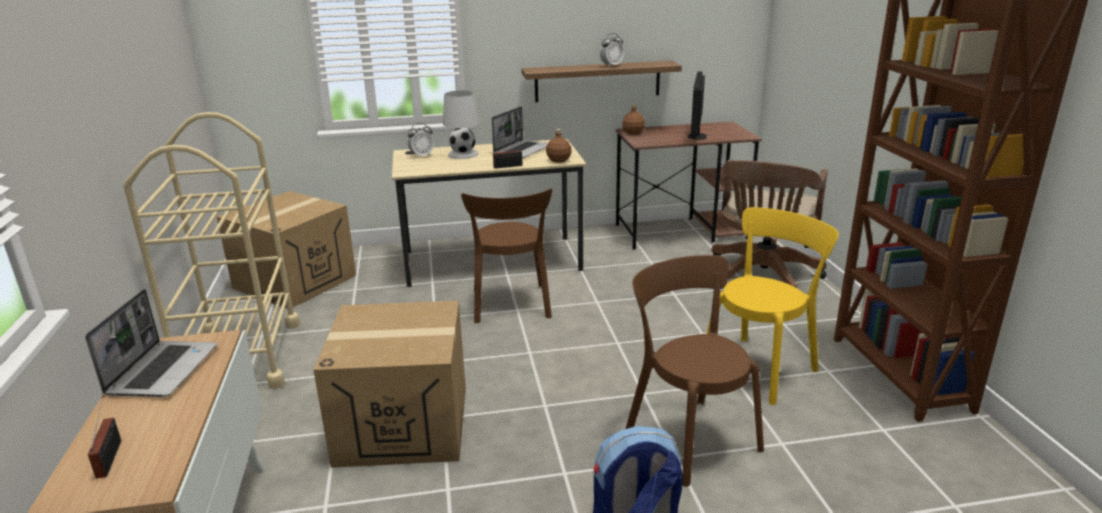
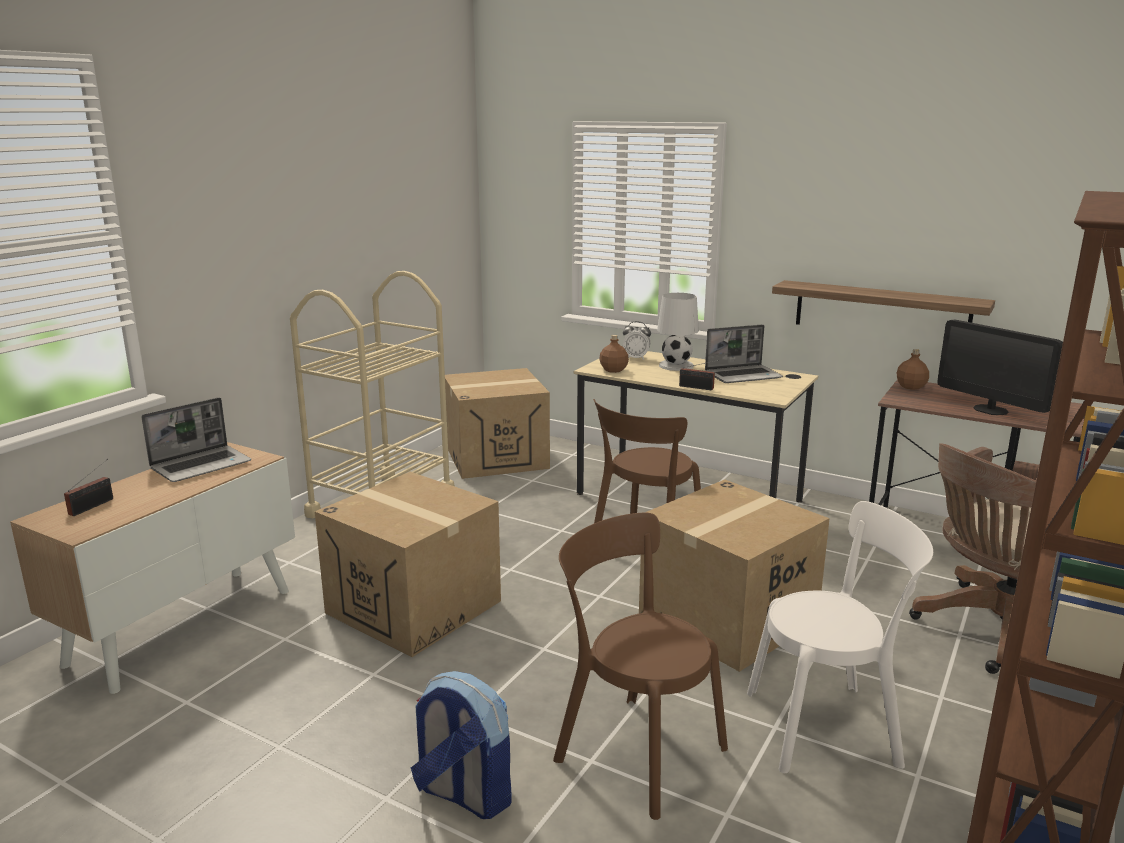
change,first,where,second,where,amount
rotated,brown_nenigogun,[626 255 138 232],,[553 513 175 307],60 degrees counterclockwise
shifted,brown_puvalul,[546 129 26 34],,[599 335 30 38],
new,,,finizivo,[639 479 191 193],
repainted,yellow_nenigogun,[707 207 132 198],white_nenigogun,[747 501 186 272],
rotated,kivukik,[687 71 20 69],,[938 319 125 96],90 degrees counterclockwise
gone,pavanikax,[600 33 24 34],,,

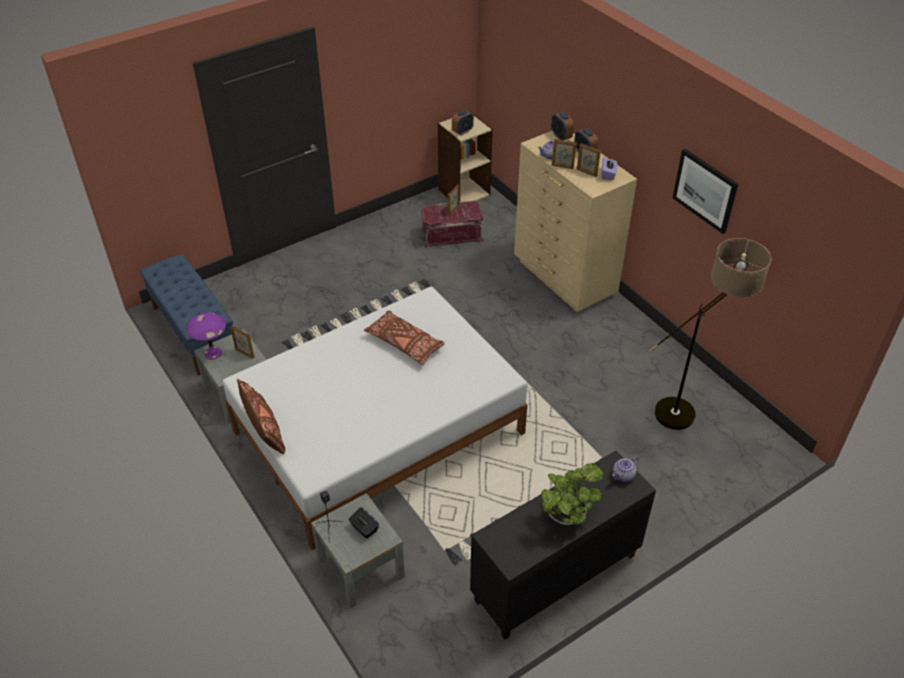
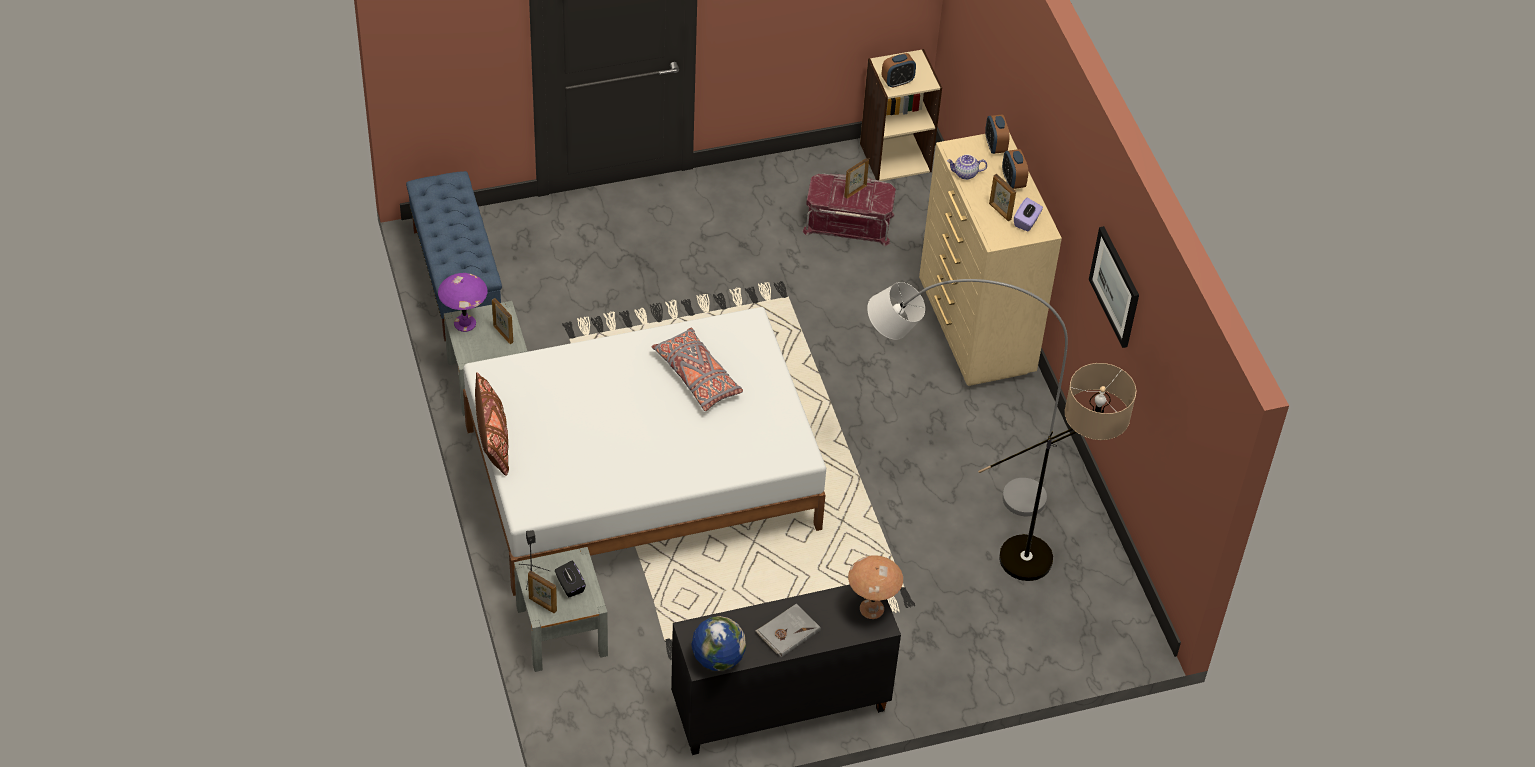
change,first,where,second,where,amount
shifted,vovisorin,[552 139 25 30],,[528 570 29 43],
repainted,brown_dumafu,[364 310 81 55],grey_dumafu,[651 328 92 83],
new,,,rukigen,[691 616 55 55],
swapped,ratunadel,[541 463 63 62],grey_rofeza,[755 604 66 53],
swapped,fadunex,[612 456 26 26],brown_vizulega,[848 555 55 64],
new,,,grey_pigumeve,[867 279 201 237],

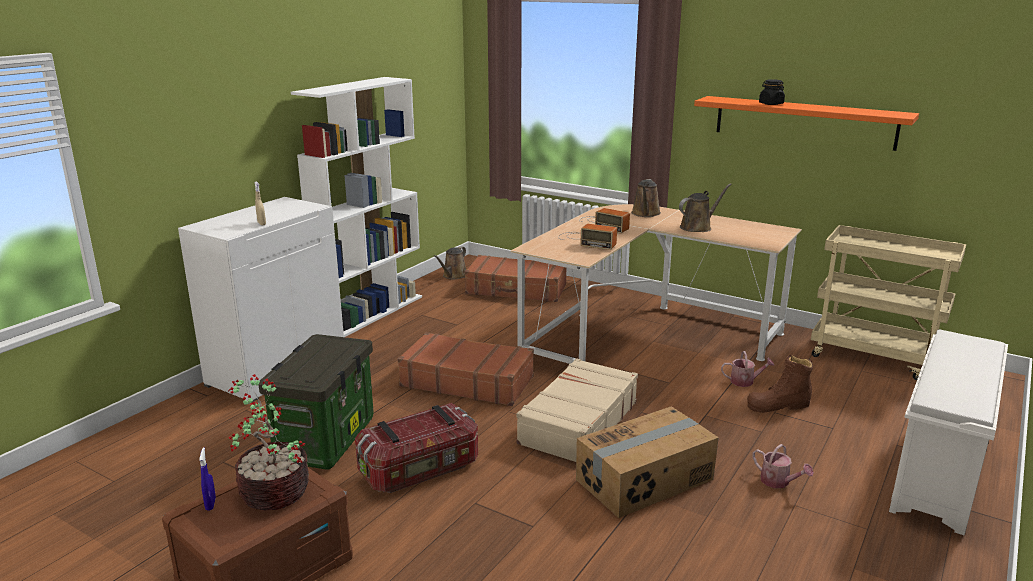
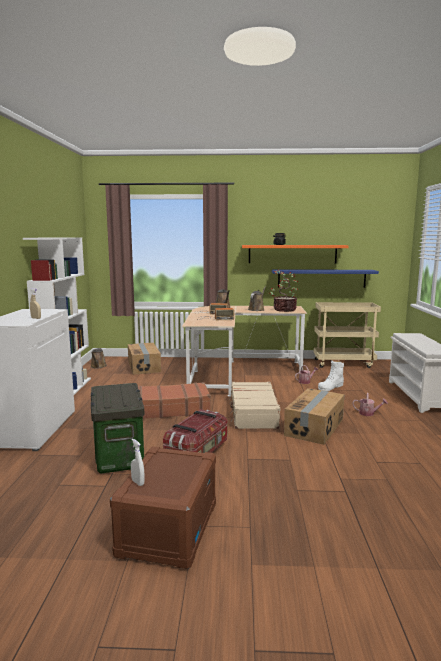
change,first,where,second,where,amount
swapped,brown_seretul,[465 255 101 47],finizivo,[128 343 33 32],
repainted,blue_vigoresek,[199 447 17 64],white_vigoresek,[131 439 14 47],
shifted,ratunadel,[228 374 81 137],,[269 270 29 42],
new,,,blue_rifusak,[272 269 107 19],
repainted,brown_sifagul,[747 355 66 58],white_sifagul,[318 360 26 31],

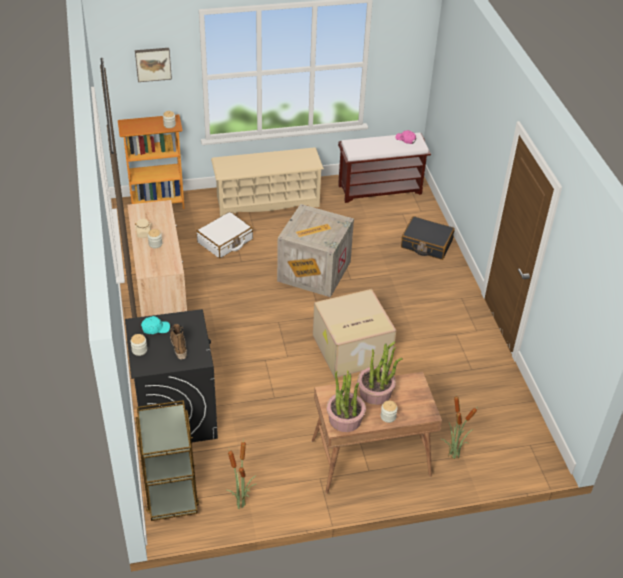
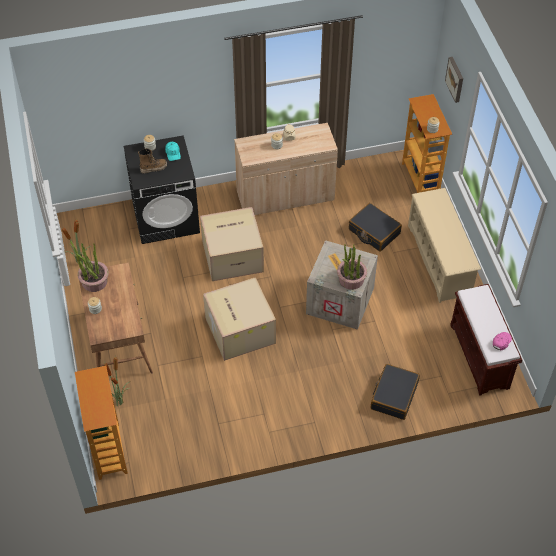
change,first,where,second,where,amount
new,,,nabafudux,[75 366 53 114],
new,,,finizivo,[200 207 64 74],
shifted,ratunadel,[357 341 46 64],,[337 244 30 46],
repainted,white_seretul,[196 212 57 46],black_seretul,[349 203 53 49],
gone,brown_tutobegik,[135 400 65 121],,,

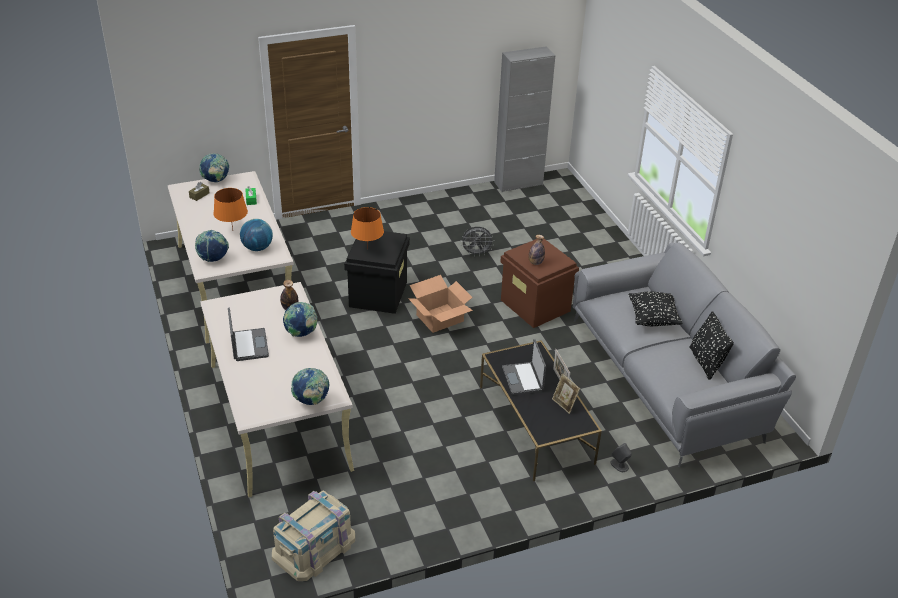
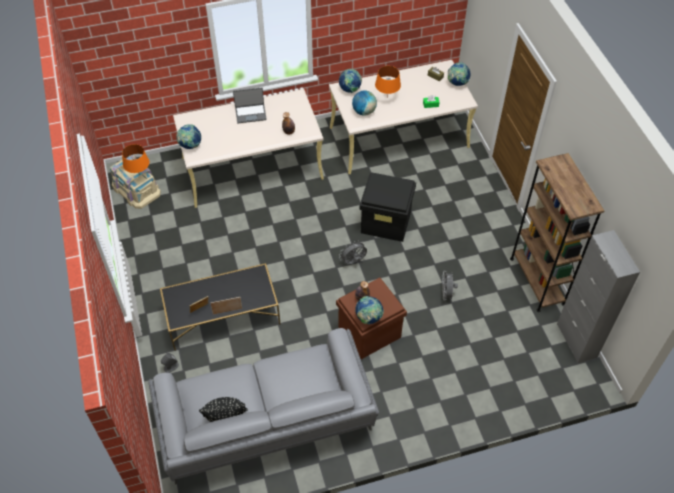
change,first,where,second,where,amount
shifted,orange_vizulega,[351 207 33 40],,[122 144 27 31],
swapped,finizivo,[408 275 65 58],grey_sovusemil,[339 240 28 25],
shifted,rukigen,[283 302 34 35],,[355 296 29 28],
new,,,brown_nabafudux,[510 153 94 159],
gone,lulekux,[502 339 44 56],,,
gone,black_dumafu,[628 291 55 35],,,

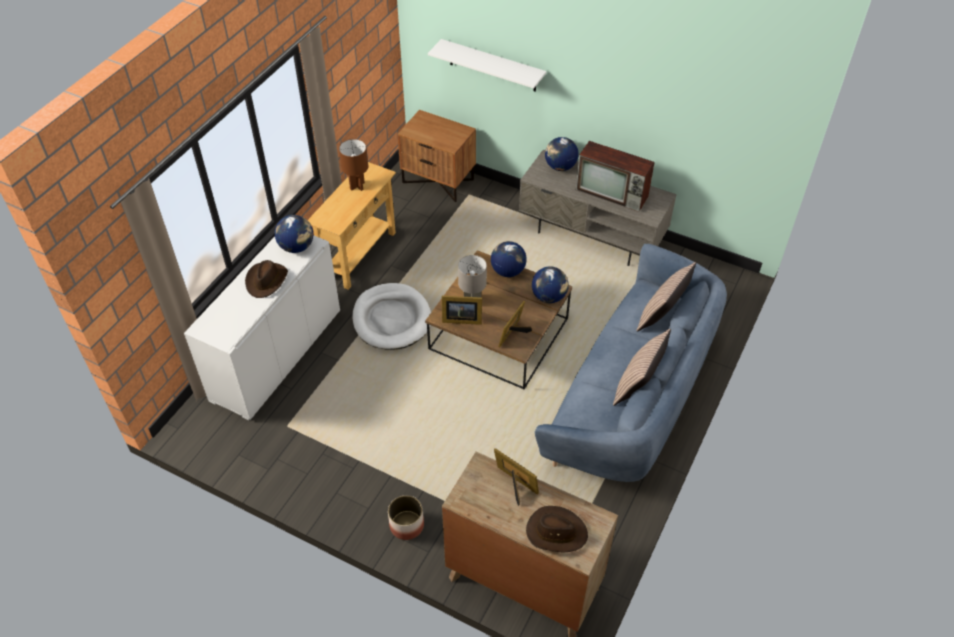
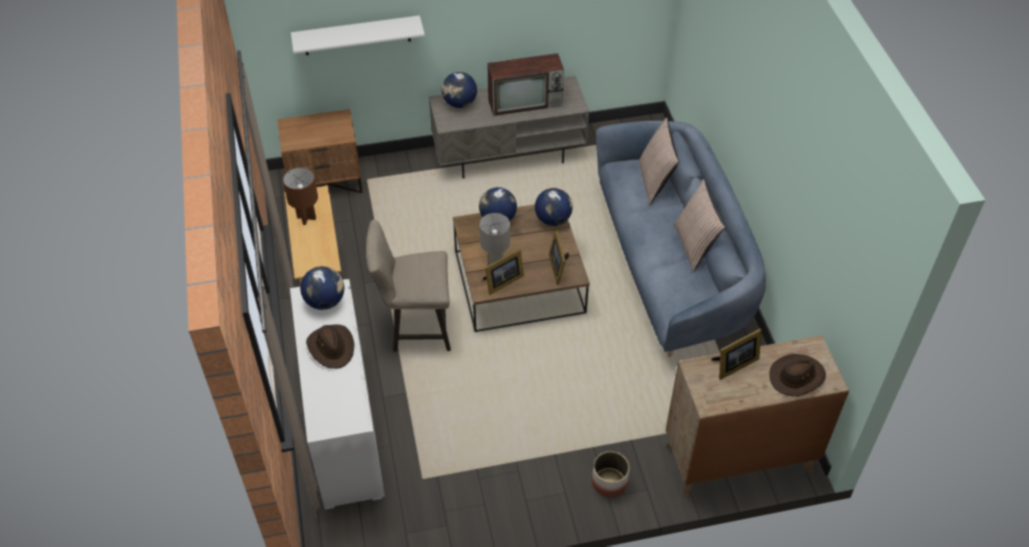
change,first,where,second,where,amount
swapped,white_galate,[352 283 79 67],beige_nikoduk,[366 220 85 132],
rotated,vovisorin,[494 448 45 58],,[711 329 51 51],150 degrees clockwise

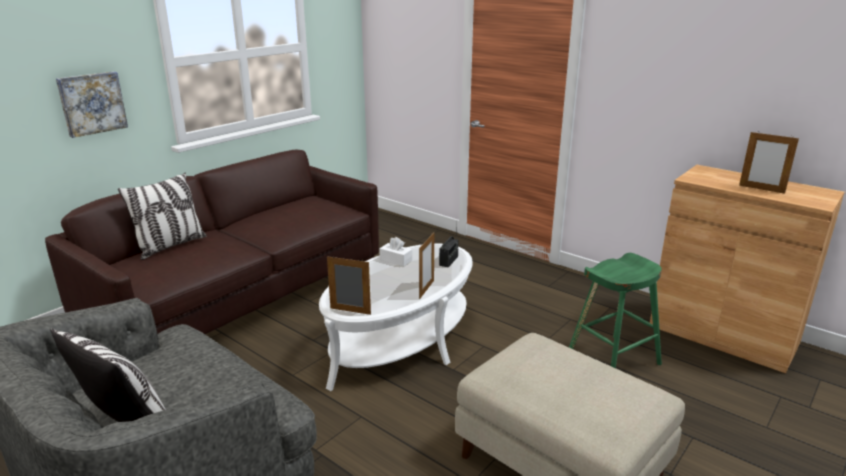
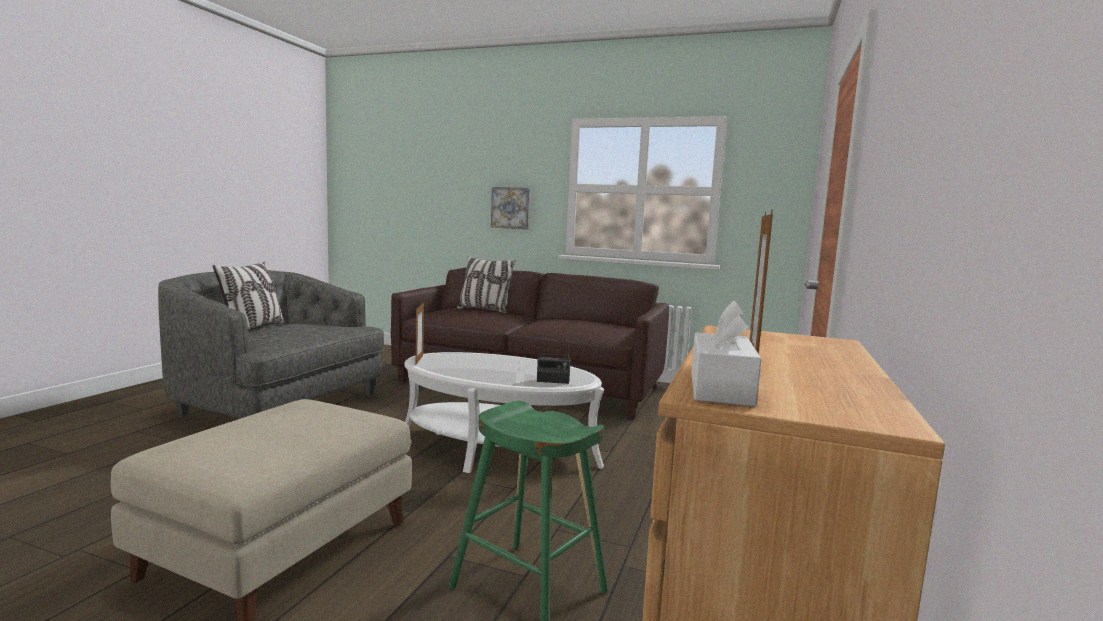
change,first,where,second,where,amount
shifted,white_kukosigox,[379 237 33 29],,[691 300 70 106],
gone,vovisorin,[419 233 15 66],,,

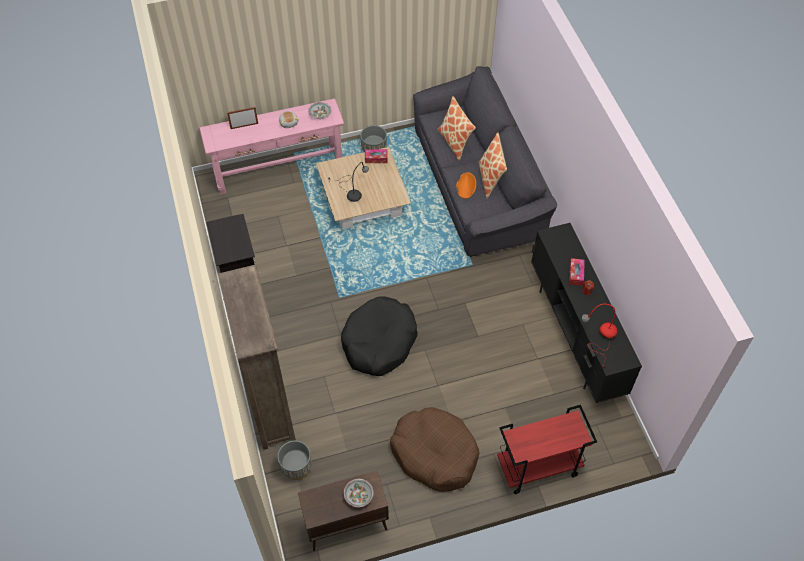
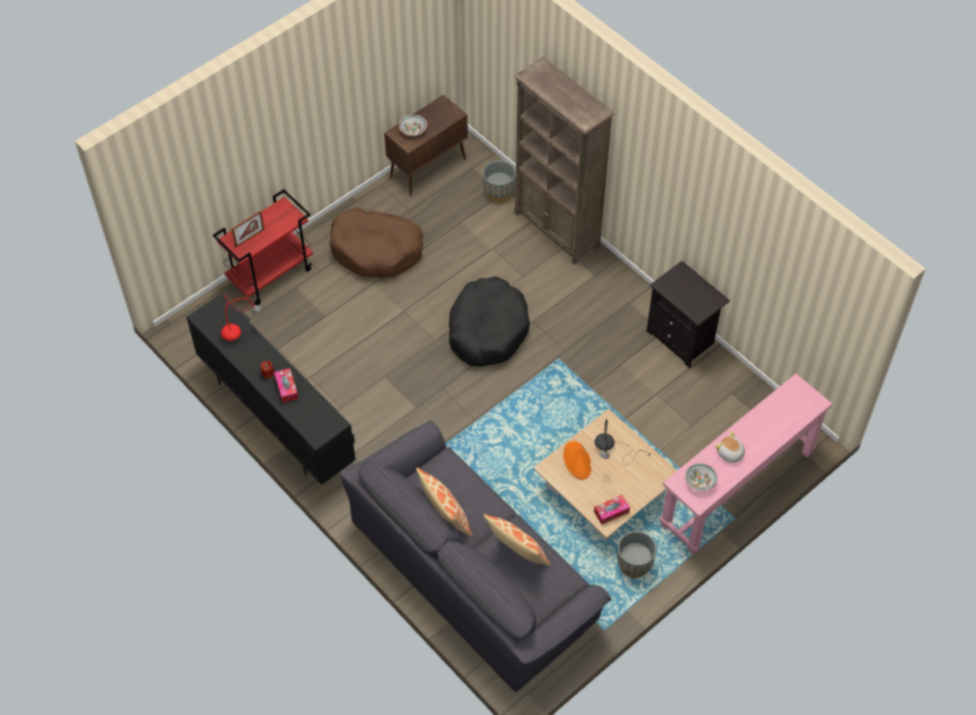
change,first,where,second,where,amount
shifted,vovisorin,[227 107 31 22],,[231 210 34 37],
shifted,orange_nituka,[456 172 20 27],,[563 441 28 39],

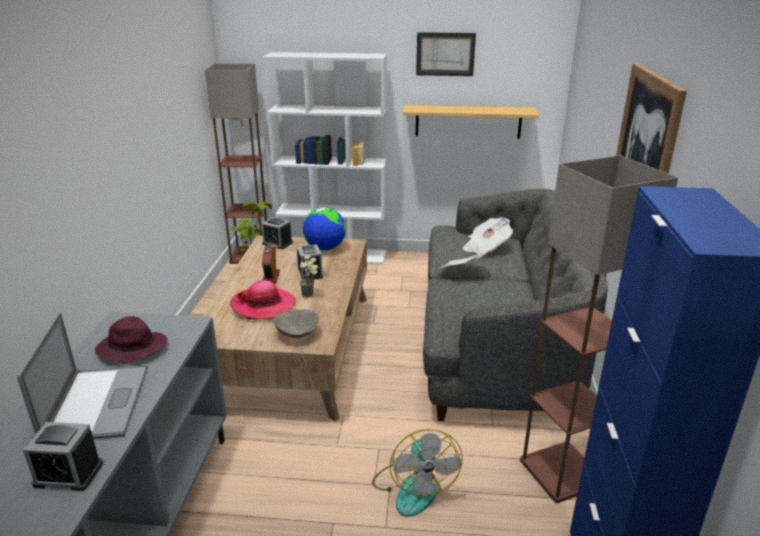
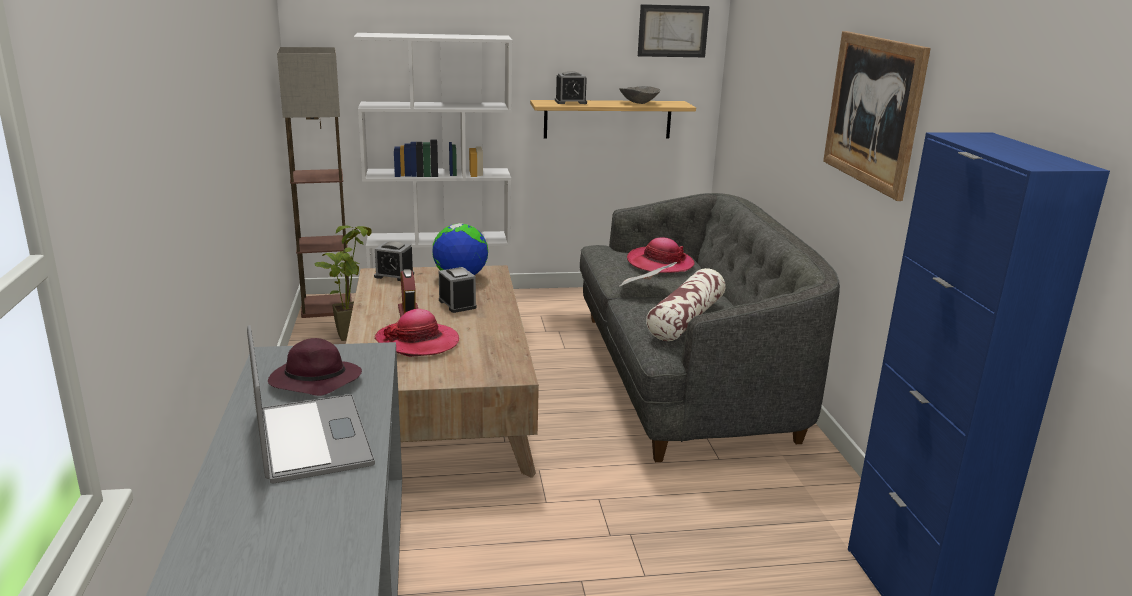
change,first,where,second,where,amount
shifted,pavanikax,[23 422 80 69],,[555 71 32 33],
shifted,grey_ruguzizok,[273 309 46 29],,[619 86 41 18],
swapped,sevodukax,[463 218 50 37],nituka,[627 237 68 36],
shifted,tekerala,[416 32 60 44],,[638 4 72 53],
new,,,dumafu,[646 268 80 73],
gone,ratunadel,[299 254 19 44],,,
gone,sovusemil,[372 429 91 88],,,
gone,pigumeve,[520 155 158 348],,,

